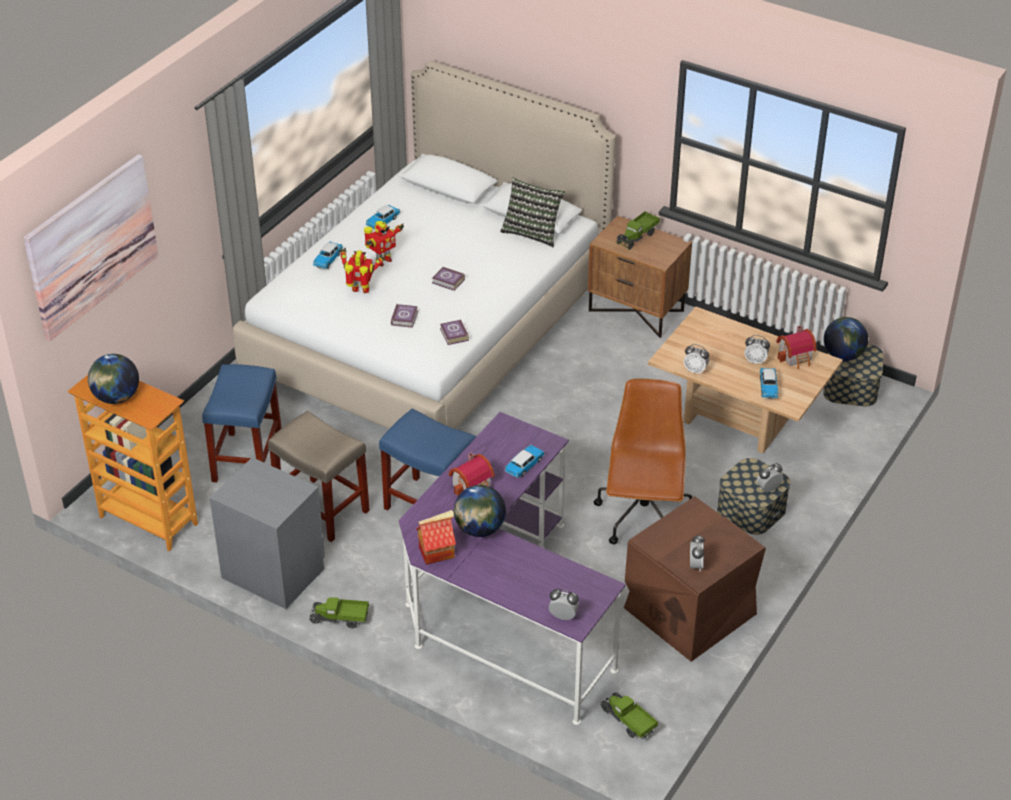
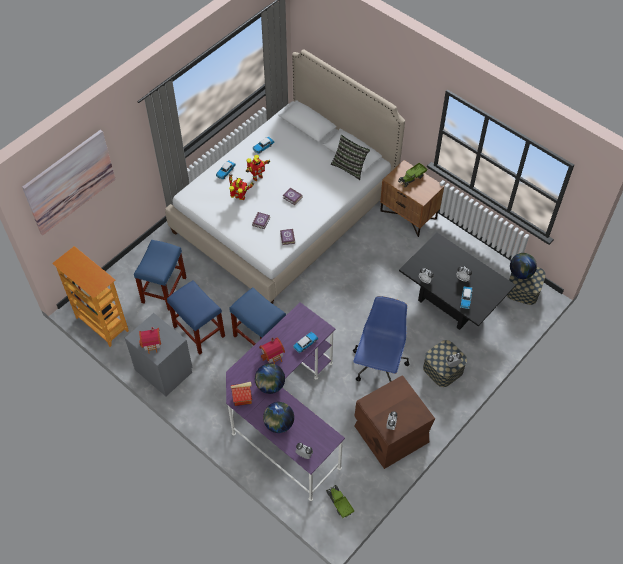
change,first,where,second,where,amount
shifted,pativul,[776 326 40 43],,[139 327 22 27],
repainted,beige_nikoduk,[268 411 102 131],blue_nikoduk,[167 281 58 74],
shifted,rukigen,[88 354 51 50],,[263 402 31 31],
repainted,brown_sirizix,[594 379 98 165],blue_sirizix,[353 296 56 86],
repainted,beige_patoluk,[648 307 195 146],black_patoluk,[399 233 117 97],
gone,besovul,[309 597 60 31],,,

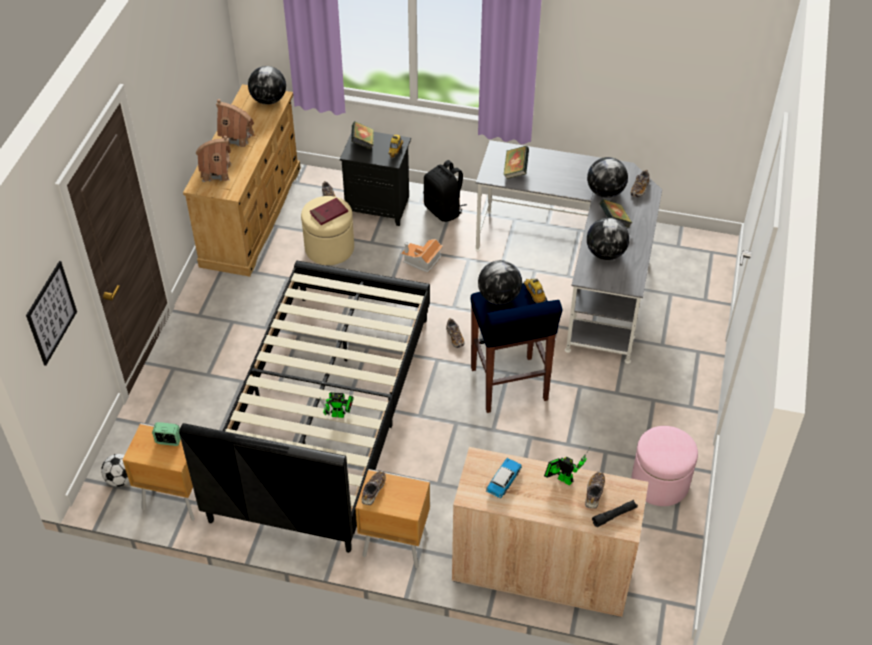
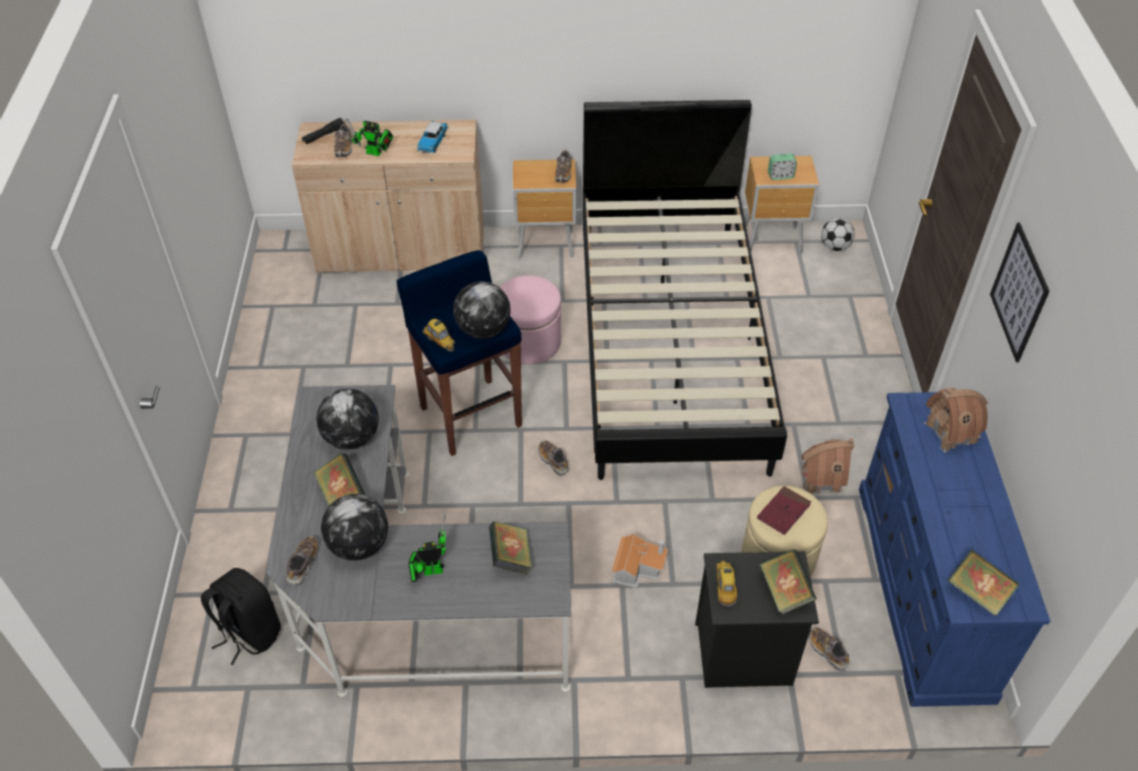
change,first,where,second,where,amount
shifted,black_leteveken,[423 160 44 62],,[201 568 80 97],
shifted,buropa,[320 392 34 26],,[408 513 38 69],
shifted,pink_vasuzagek,[631 426 67 80],,[500 275 61 90],
shifted,pativul,[216 99 38 48],,[800 438 55 56],
repainted,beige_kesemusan,[183 84 118 193],blue_kesemusan,[859 392 191 315],
swapped,rukigen,[248 66 38 39],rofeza,[947 550 73 66],
shifted,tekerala,[26 261 51 105],,[990 223 60 139],

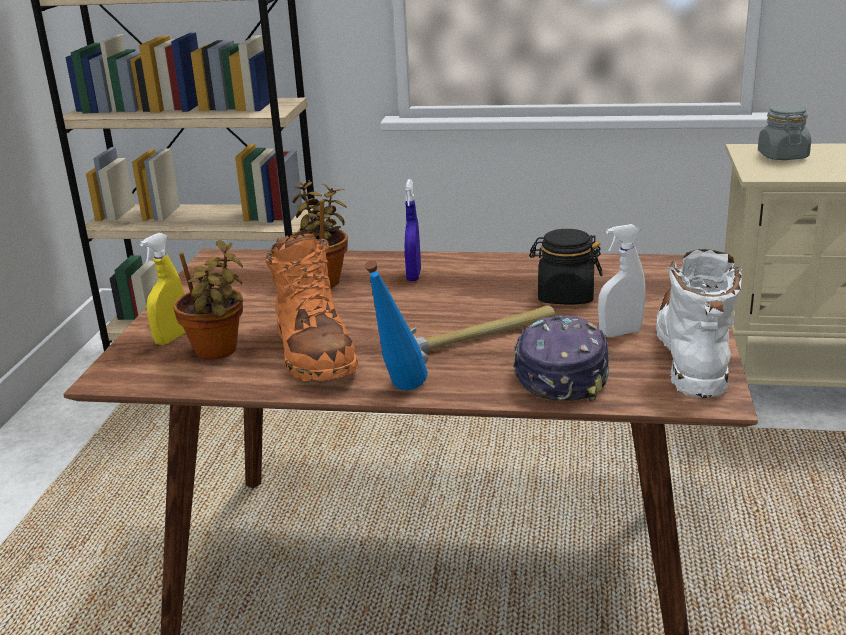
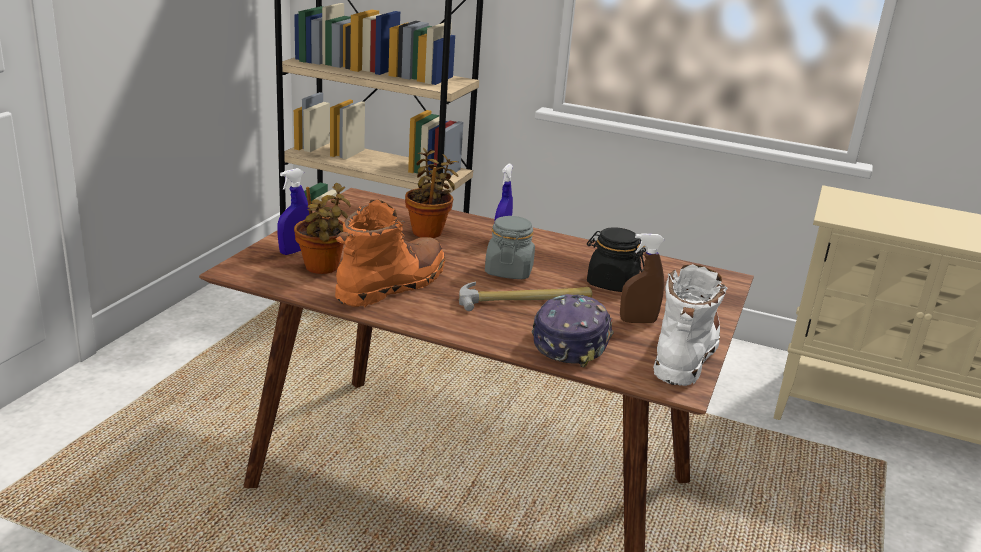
change,first,where,second,where,amount
repainted,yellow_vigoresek,[140 233 46 112],blue_vigoresek,[277 168 32 87],
rotated,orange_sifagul,[265 234 94 148],,[335 200 110 107],135 degrees counterclockwise
shifted,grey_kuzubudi,[758 104 53 56],,[485 216 50 63],
repainted,white_vigoresek,[598 224 47 113],brown_vigoresek,[620 233 45 90],
gone,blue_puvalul,[365 260 63 130],,,

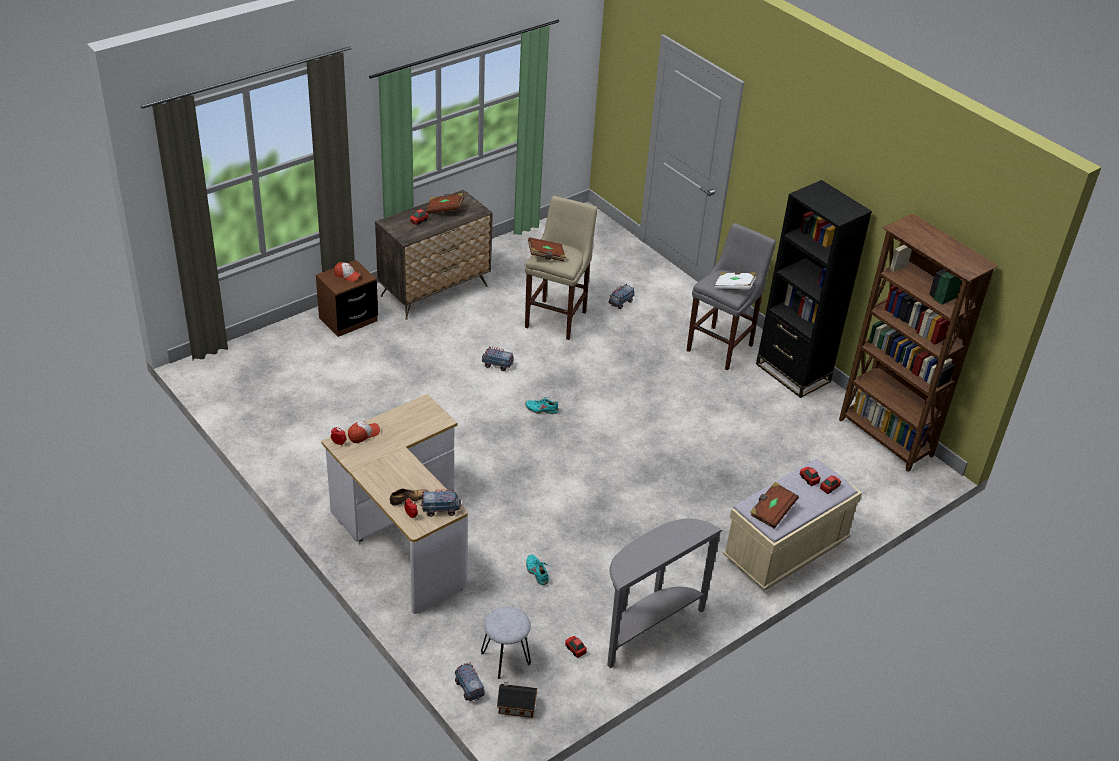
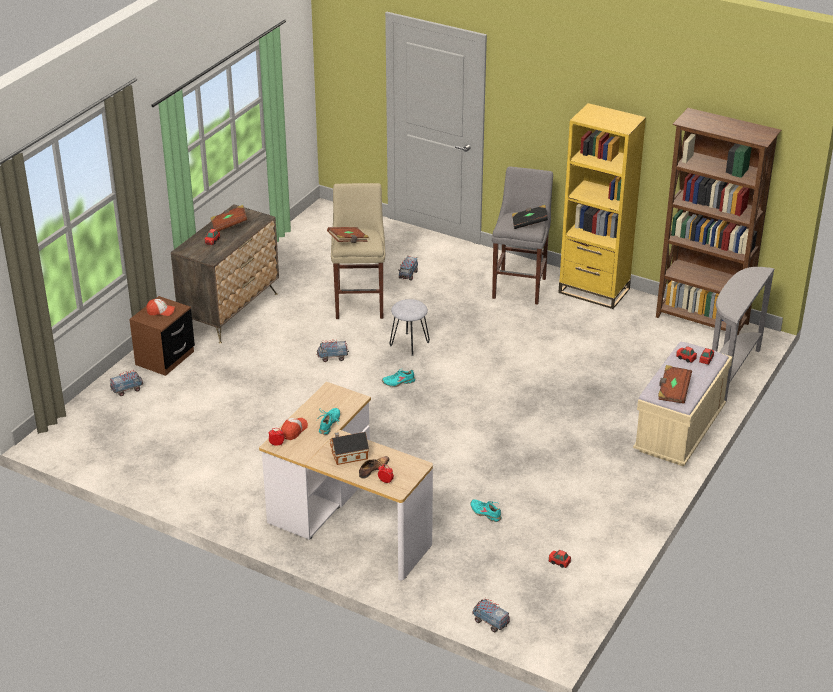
change,first,where,second,where,amount
shifted,besovul,[420 489 42 28],,[110 371 33 25],
new,,,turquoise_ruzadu,[316 408 24 27],
shifted,pativul,[497 682 40 36],,[330 432 39 33],
shifted,grey_nikoduk,[481 607 50 72],,[389 299 41 57],
repainted,white_rofeza,[715 271 41 19],black_rofeza,[512 205 36 24],
repainted,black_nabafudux,[756 180 116 218],yellow_nabafudux,[558 103 88 206],
shifted,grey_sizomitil,[607 519 115 149],,[712 267 63 135],

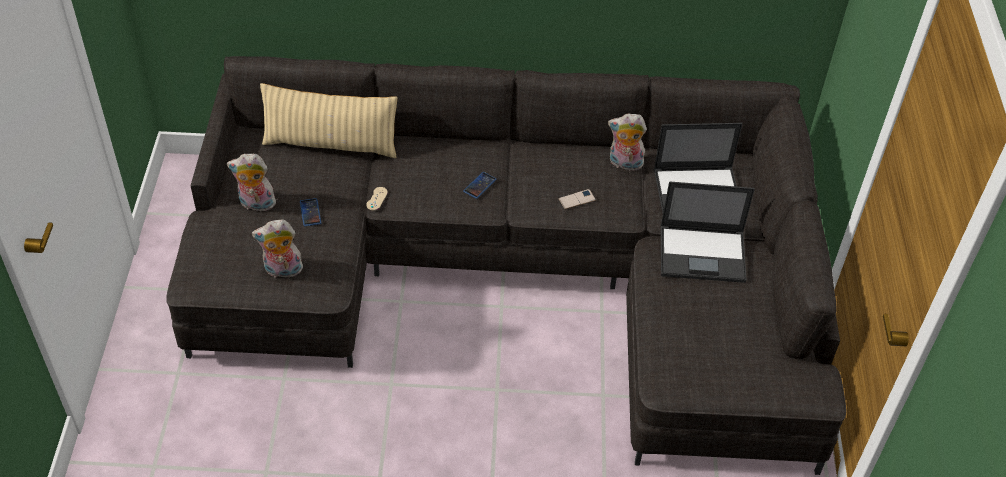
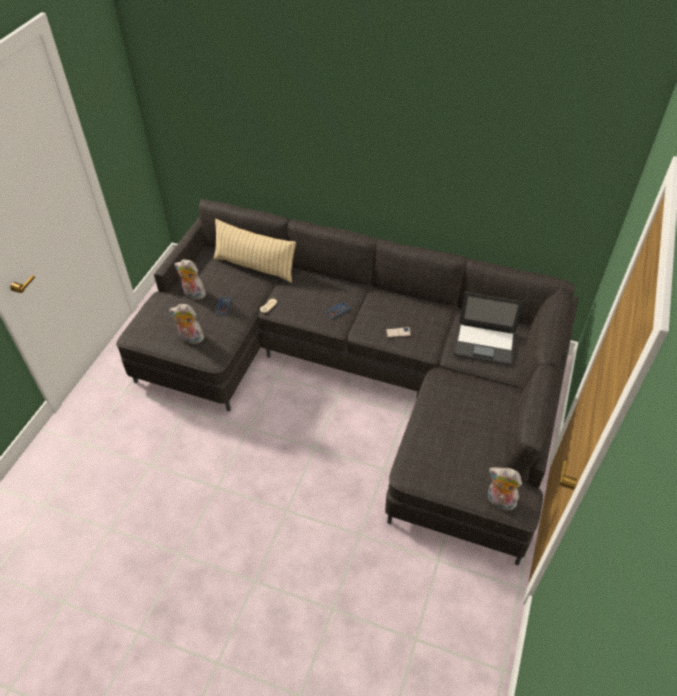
change,first,where,second,where,amount
shifted,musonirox,[608 113 39 58],,[488 467 34 43],
gone,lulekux,[661 181 94 102],,,

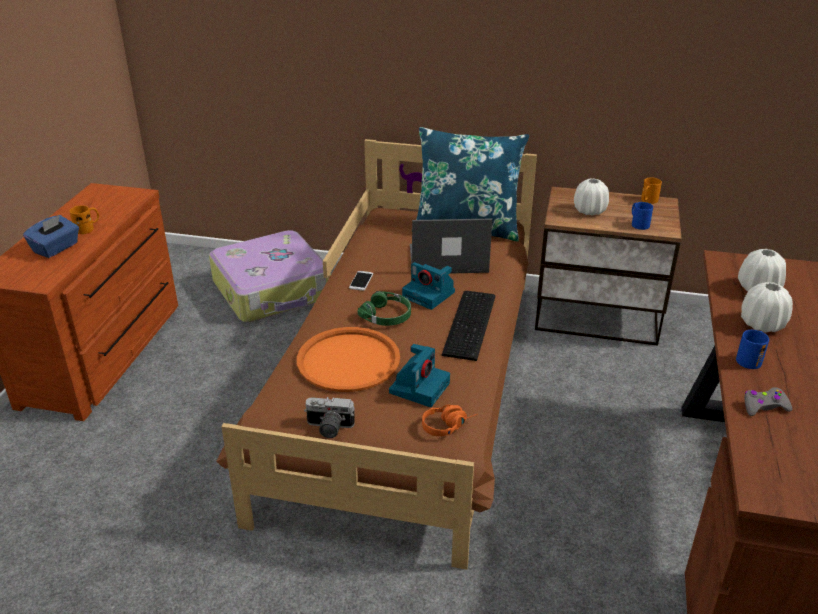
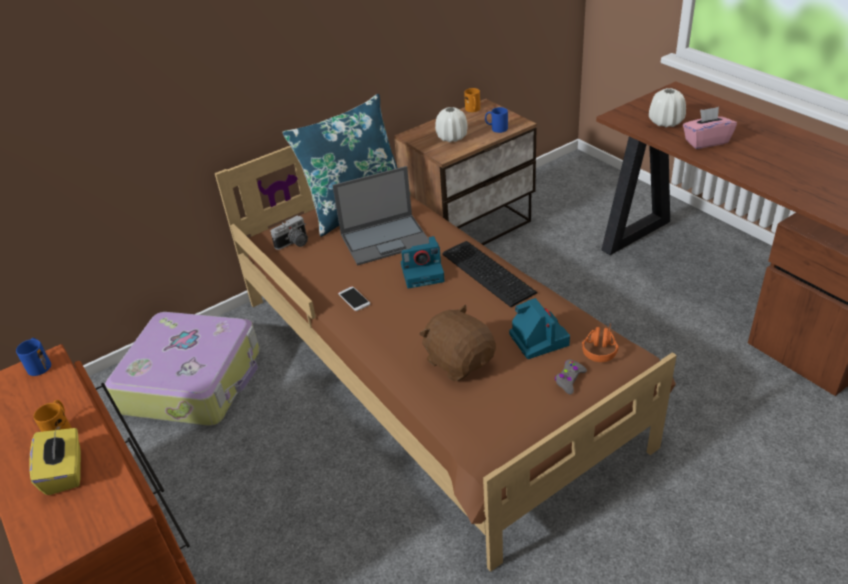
change,first,where,second,where,amount
shifted,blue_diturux,[736 330 33 39],,[16 338 35 38],
repainted,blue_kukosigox,[23 215 56 43],yellow_kukosigox,[29 428 52 67],
shifted,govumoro,[304 397 51 41],,[271 216 37 34],
rotated,lulekux,[410 218 82 55],,[332 166 97 100],150 degrees counterclockwise
swapped,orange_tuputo,[297 327 103 65],brown_musonirox,[419 304 77 78],
shifted,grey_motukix,[744 387 48 29],,[555 360 32 35],
swapped,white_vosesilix,[741 282 52 51],pink_kukosigox,[683 107 54 42],
gone,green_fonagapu,[358 291 53 35],,,

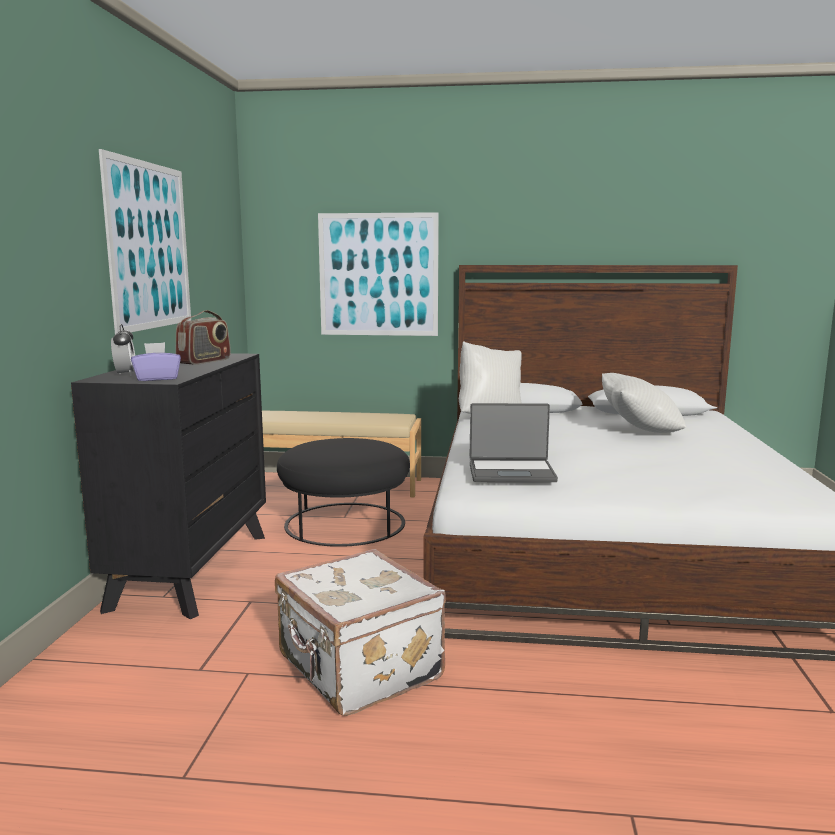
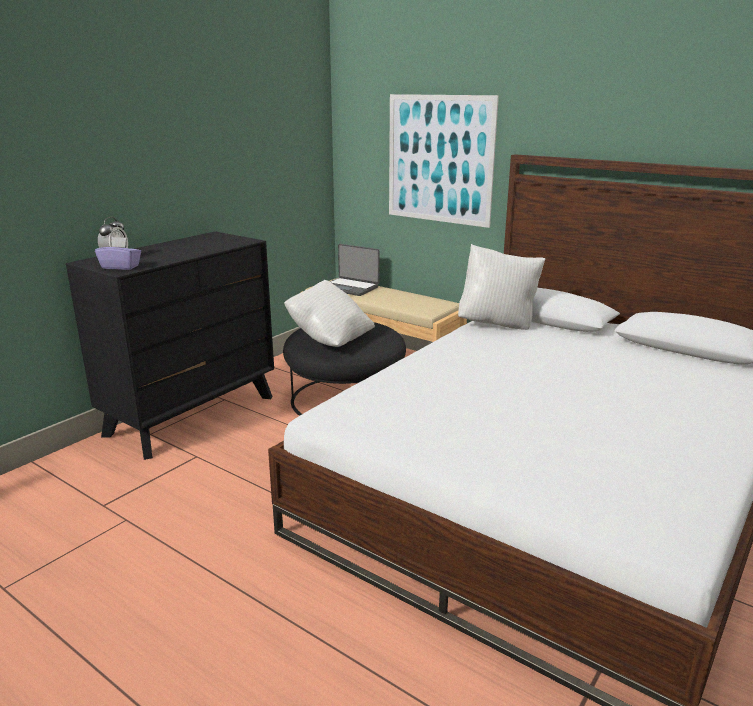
change,first,where,second,where,amount
shifted,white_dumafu,[602 373 84 60],,[284 280 91 67],
shifted,lulekux,[469 403 89 79],,[330 244 49 52],
gone,tekerala,[99 149 92 185],,,
gone,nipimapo,[176 310 55 55],,,
gone,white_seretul,[275 549 171 167],,,

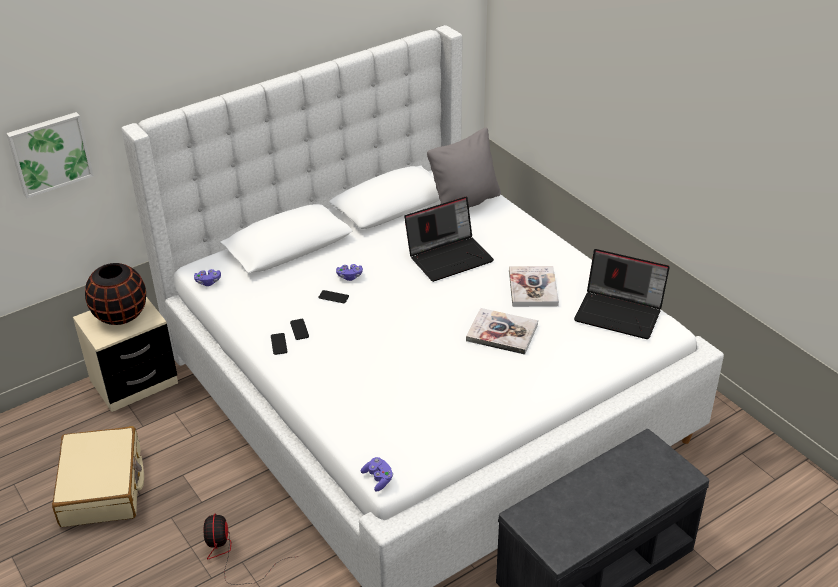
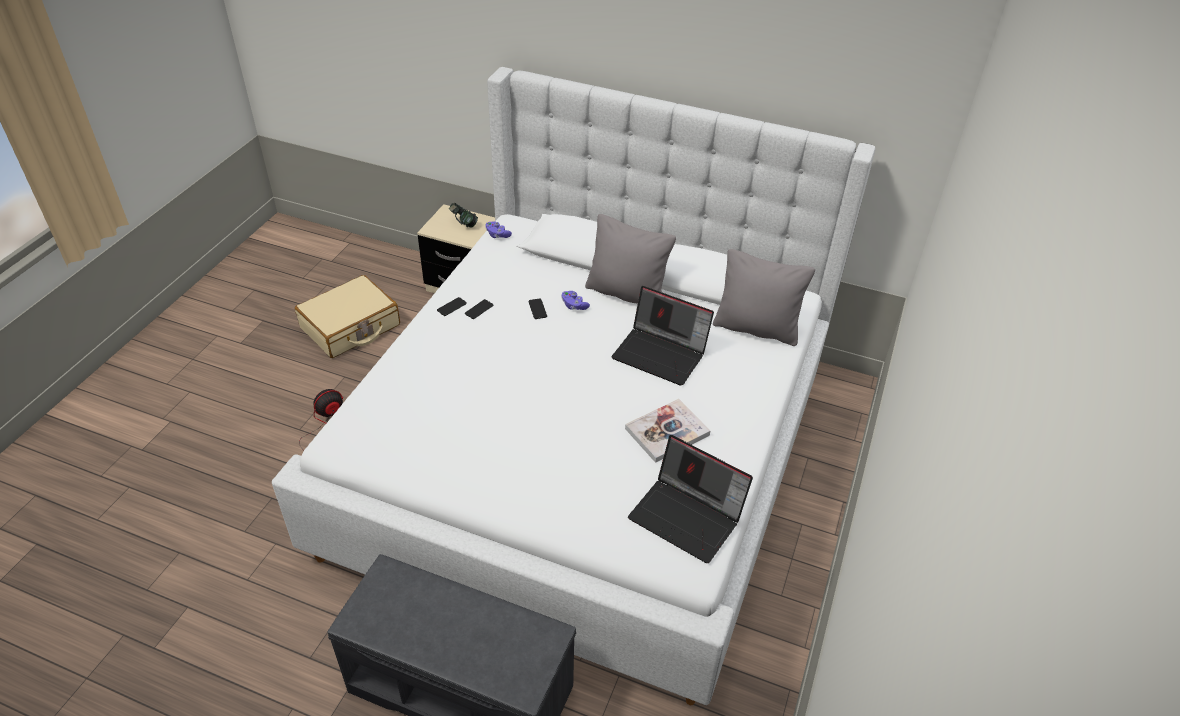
change,first,where,second,where,amount
swapped,black_vosesilix,[85 263 61 62],fonagapu,[449 203 29 25],
new,,,grey_dumafu,[585 214 91 90],
rotated,lulekux,[574 249 96 90],,[628 435 125 128],45 degrees counterclockwise
gone,tekerala,[6 112 88 86],,,
gone,purple_motukix,[361 457 32 35],,,
gone,rofeza,[466 308 72 47],,,

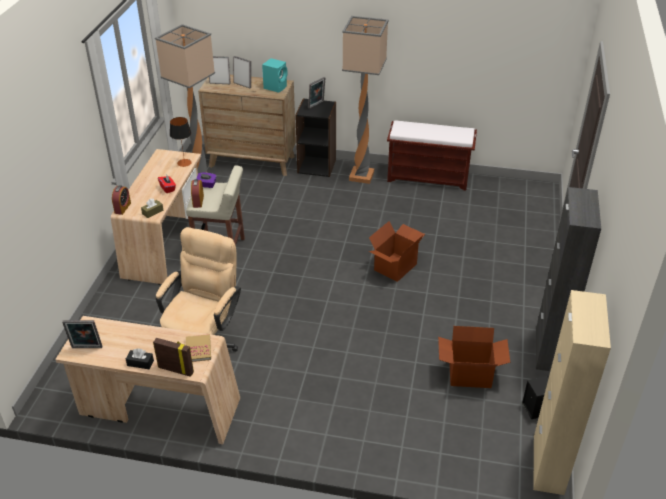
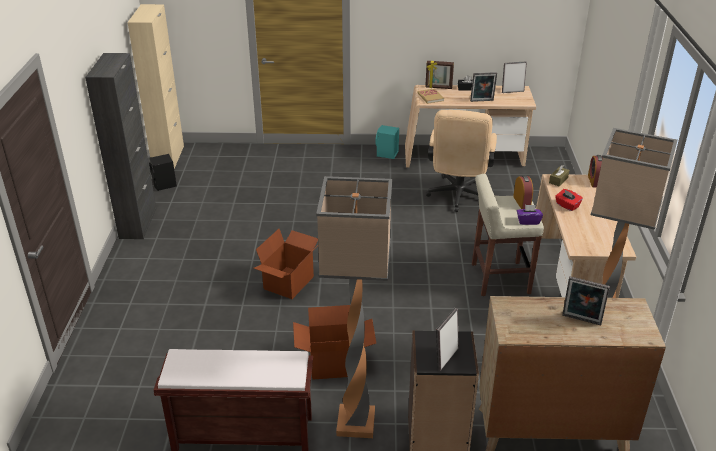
change,first,where,second,where,amount
shifted,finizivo,[438 326 72 62],,[293 305 83 75],
shifted,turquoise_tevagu,[262 58 26 35],,[376 125 23 34],
shifted,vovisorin,[209 56 22 28],,[470 72 27 30],
gone,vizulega,[170 117 22 50],,,

